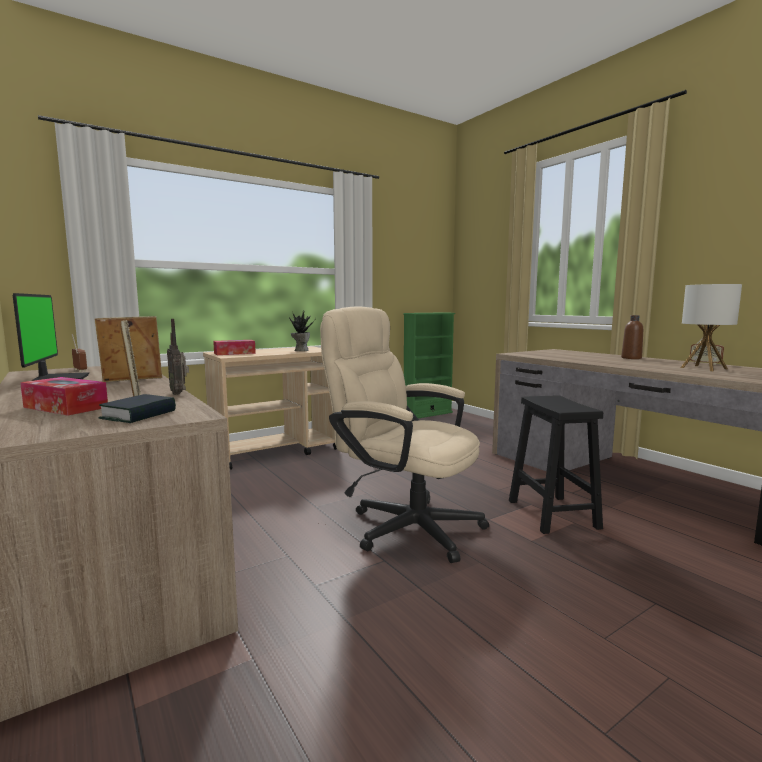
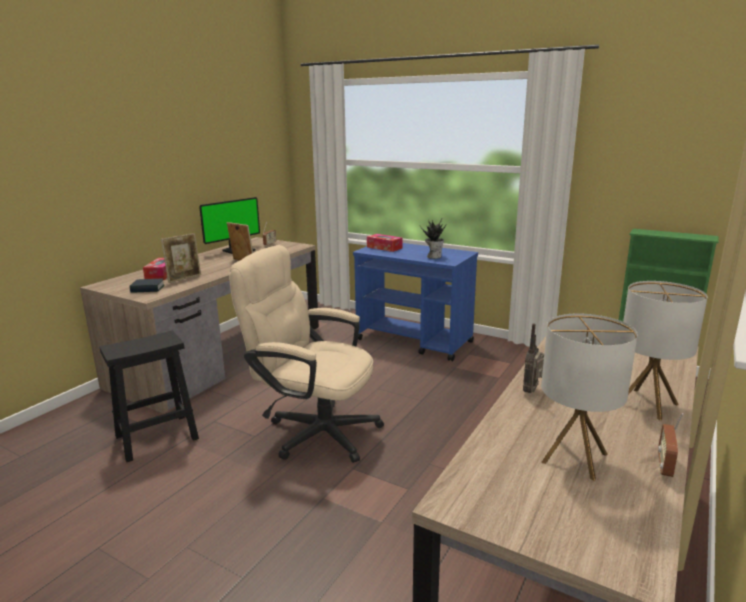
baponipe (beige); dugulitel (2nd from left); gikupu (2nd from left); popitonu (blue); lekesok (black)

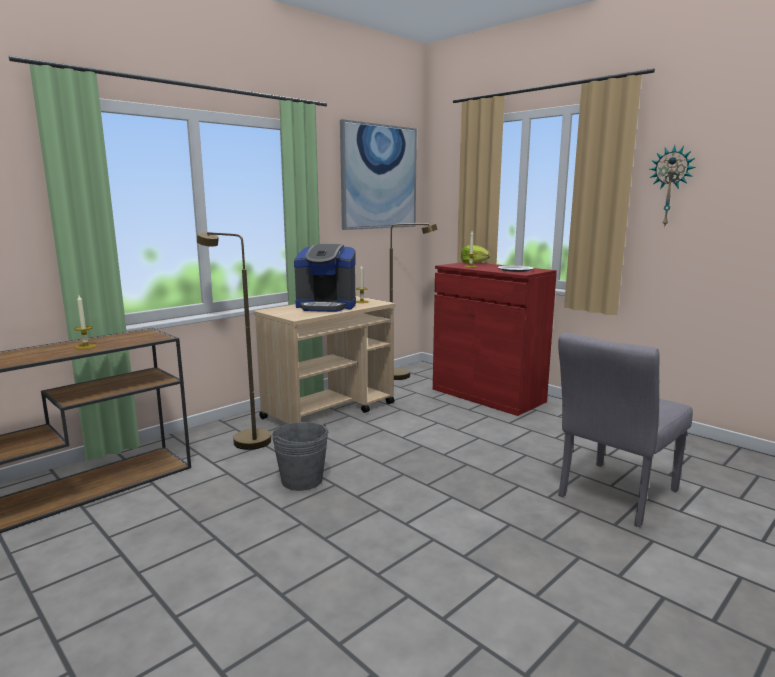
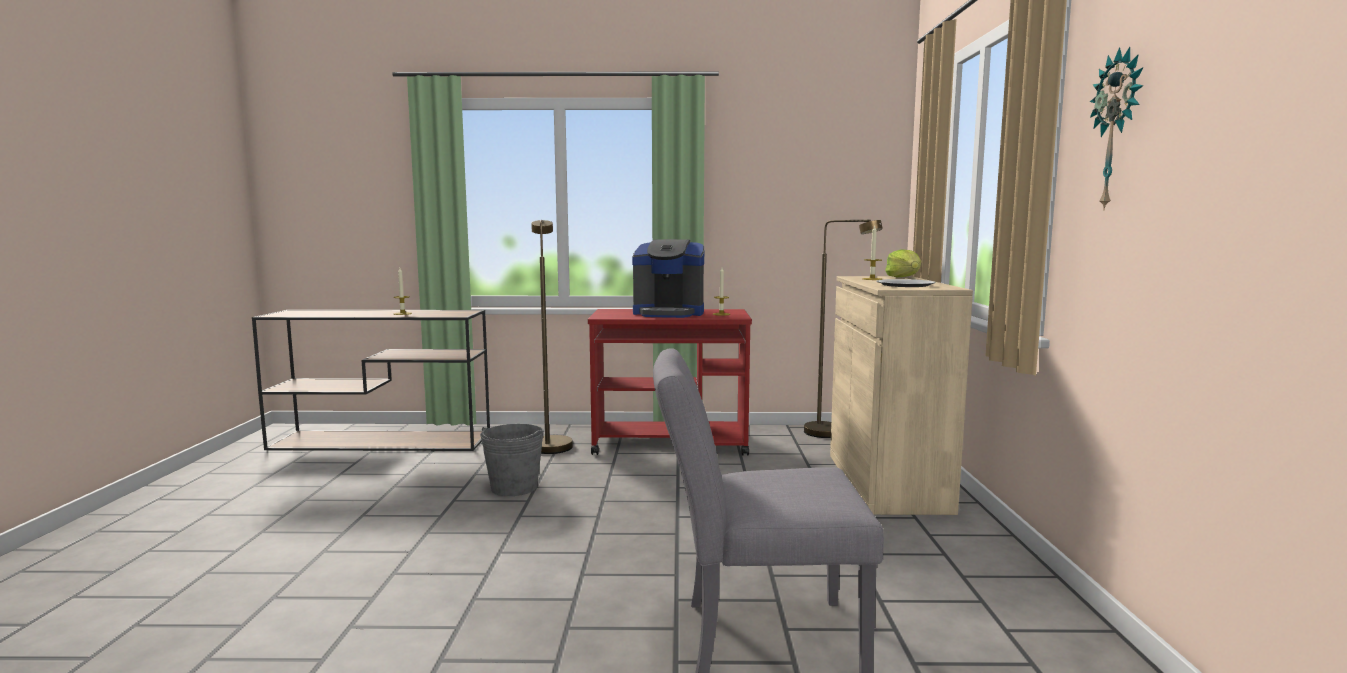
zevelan; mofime; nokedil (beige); popitonu (red)

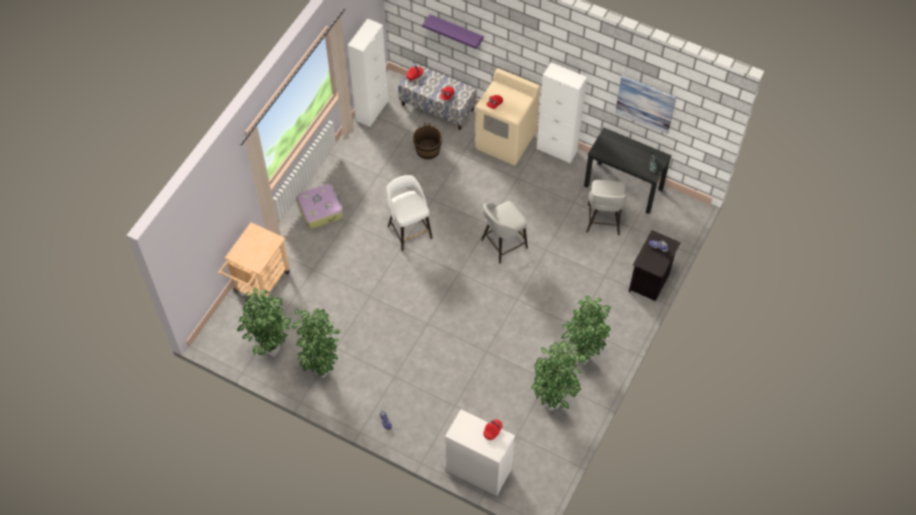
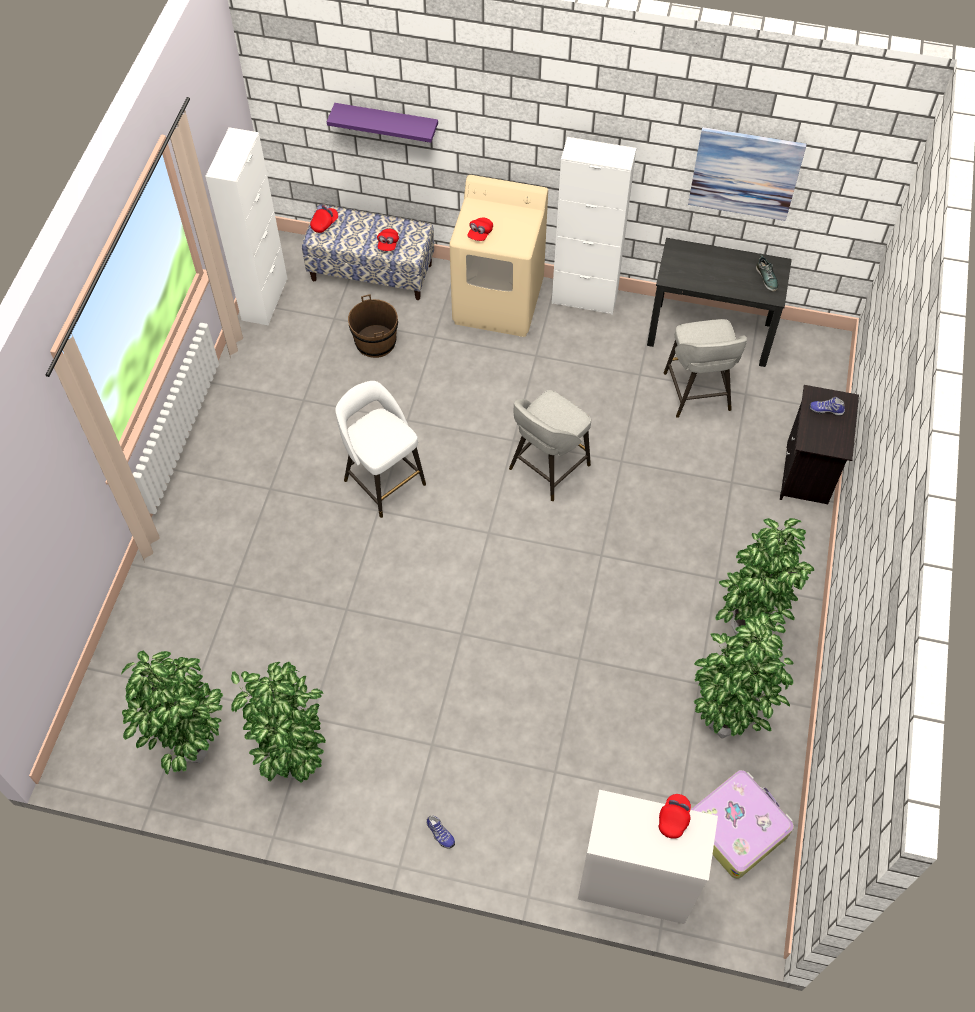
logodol; popitonu (beige)

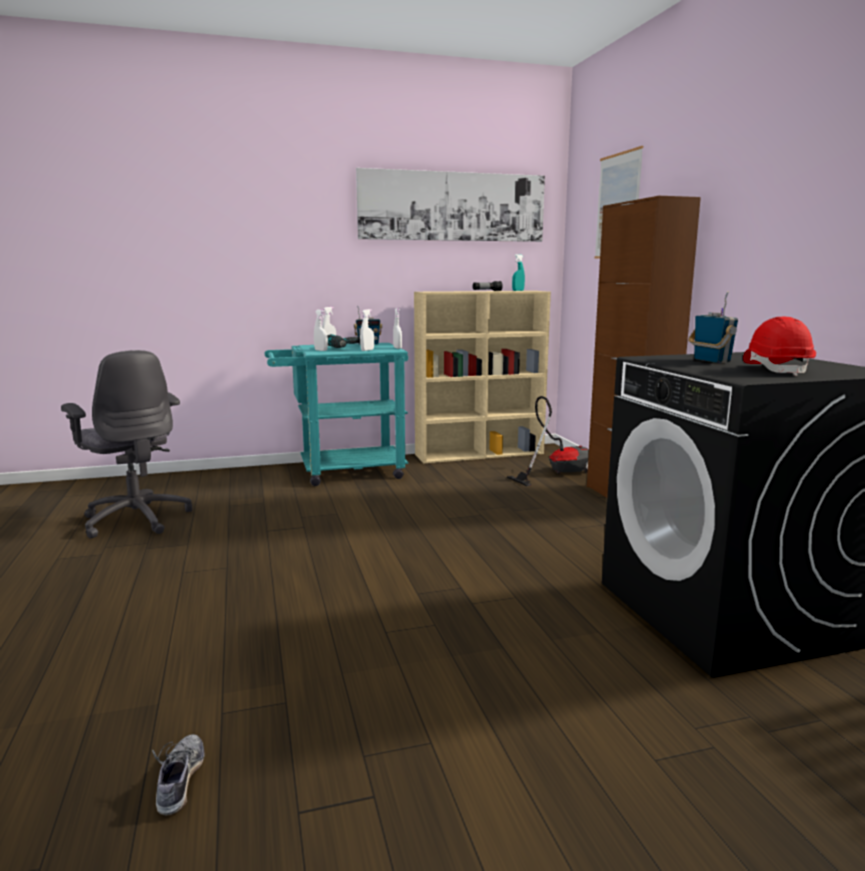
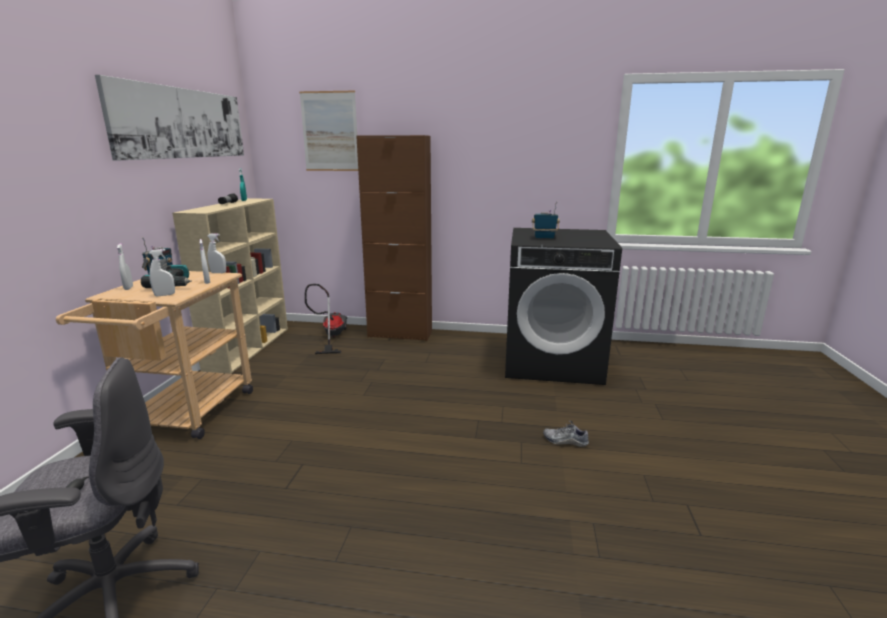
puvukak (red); popitonu (beige); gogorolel

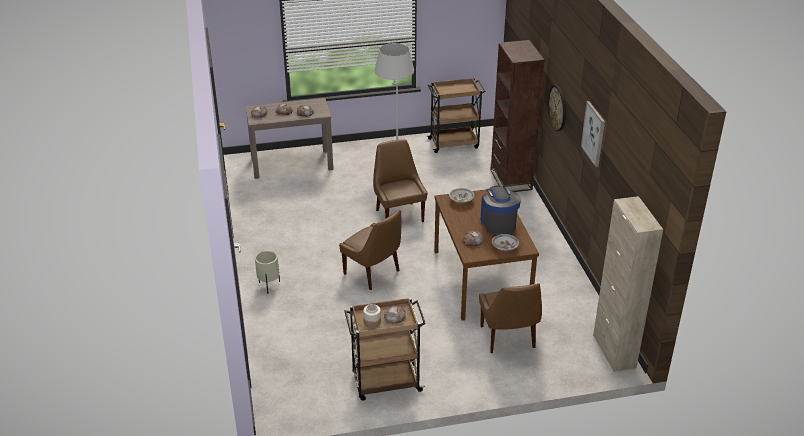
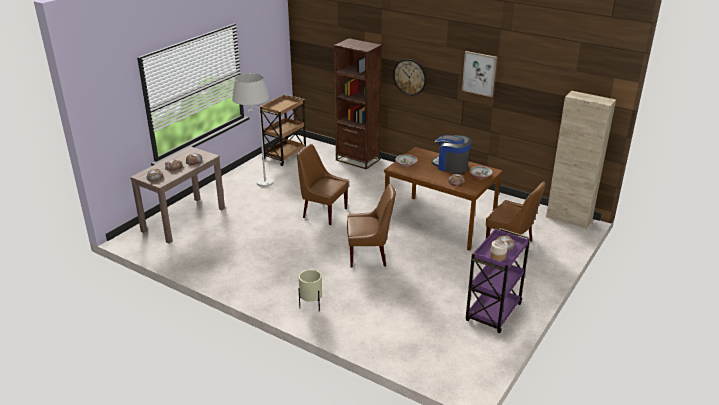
popitonu (purple)

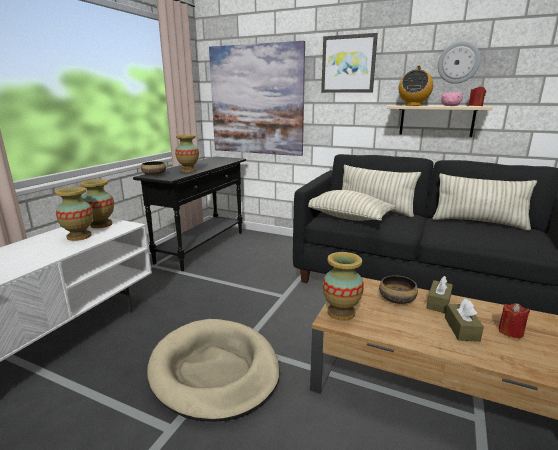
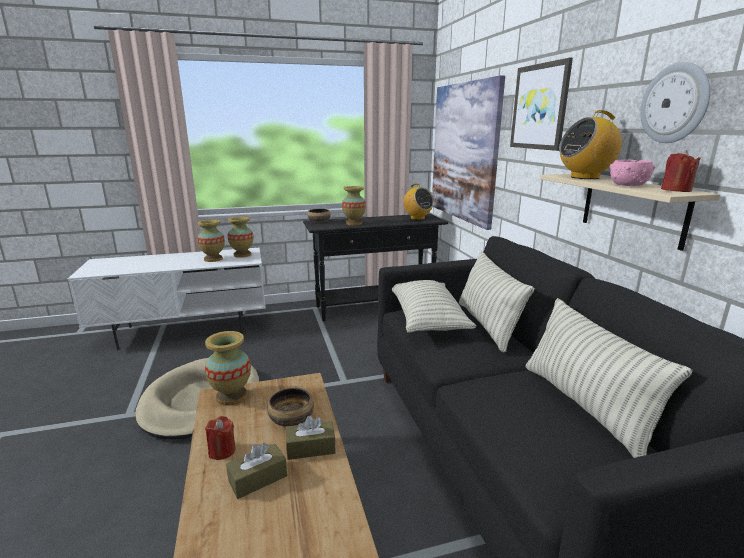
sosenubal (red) (1st from left); gikupu (1st from left)

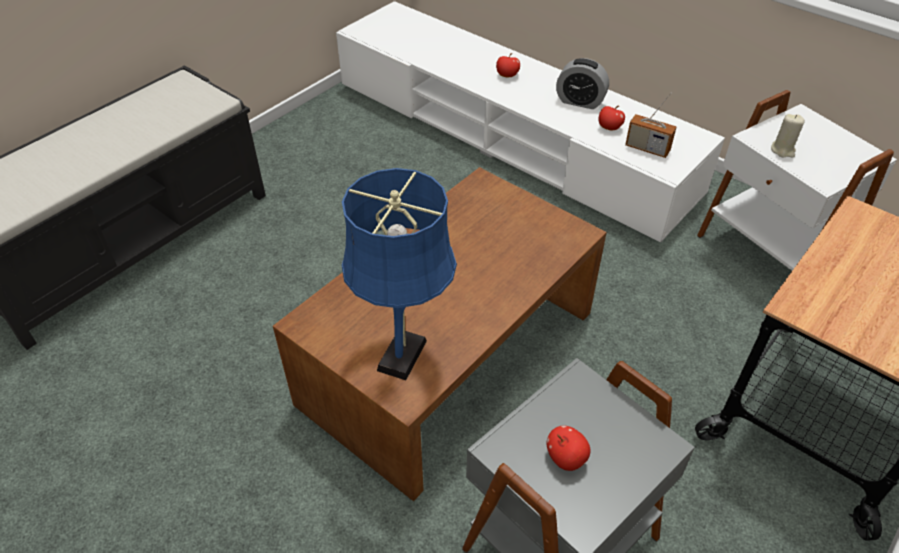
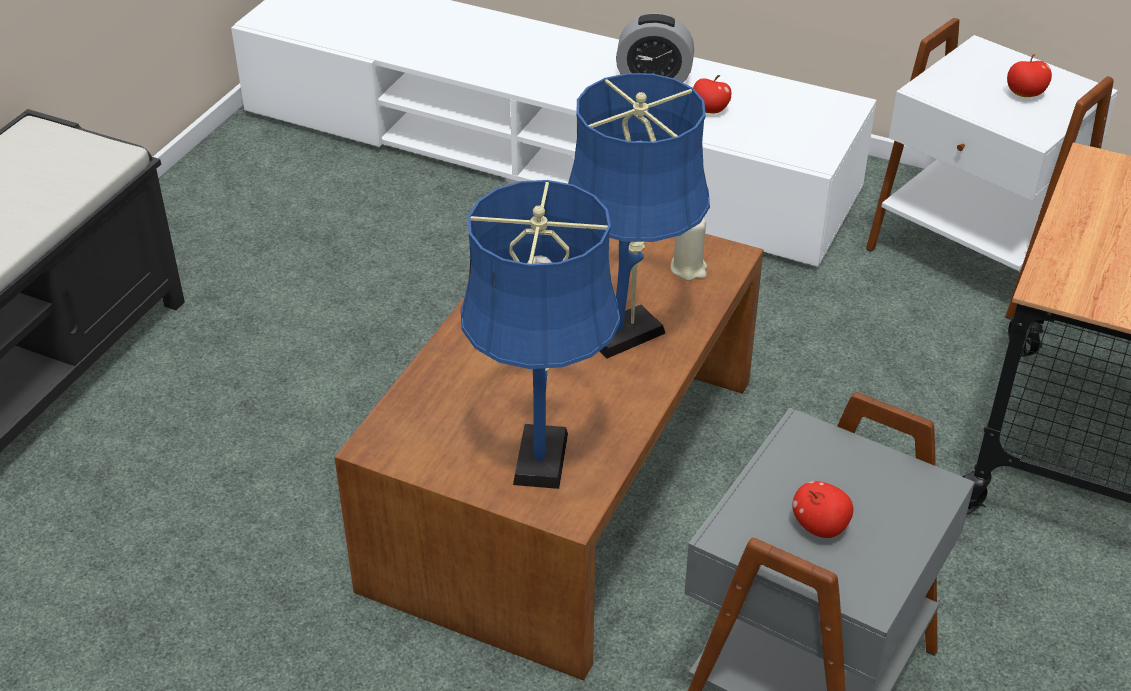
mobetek (3rd from left); gikupu; sosenubal (beige); dugulitel (blue) (2nd from left)

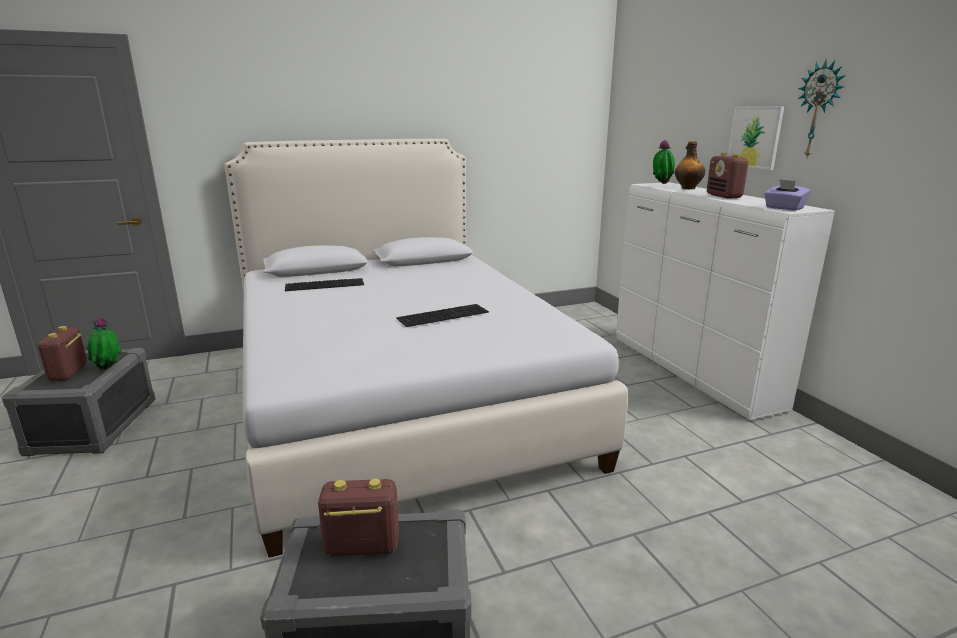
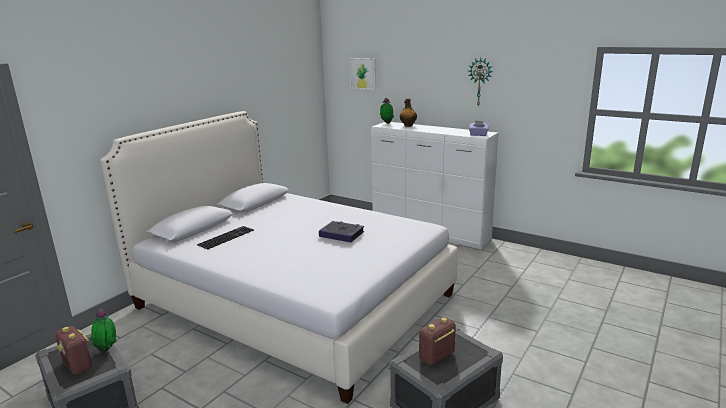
zevelan; gikupu (3rd from left in the first image); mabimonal

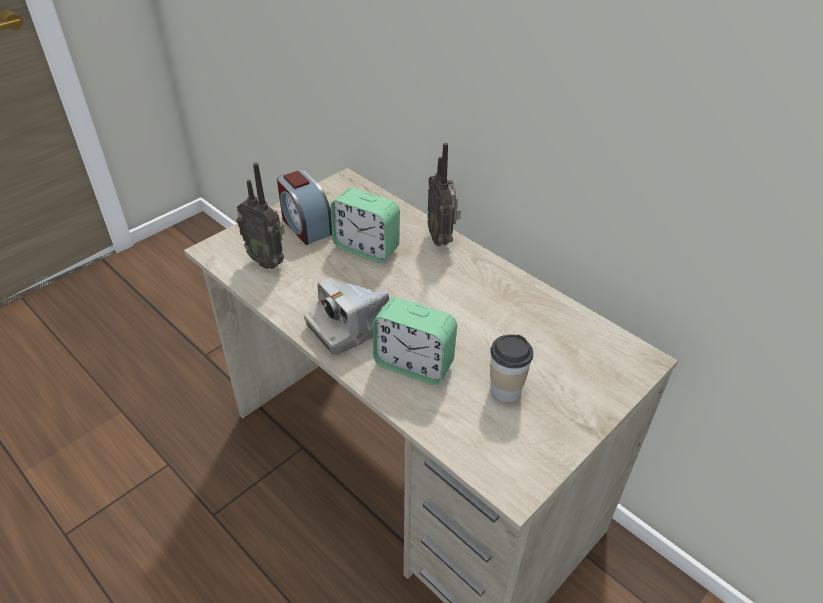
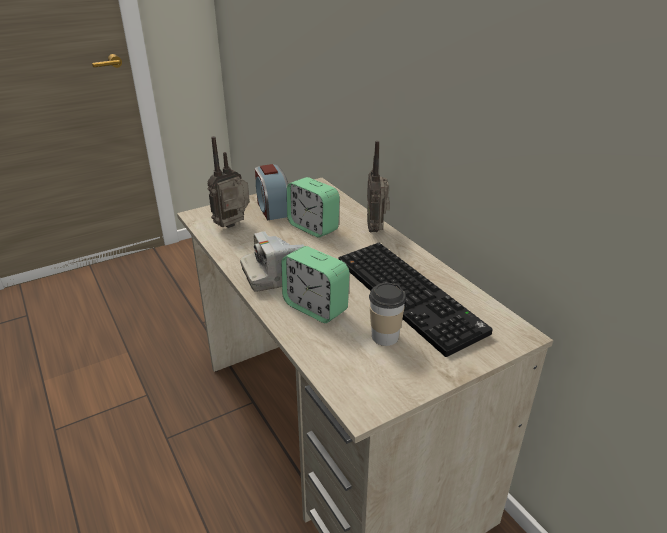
gikupu (1st from left); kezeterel

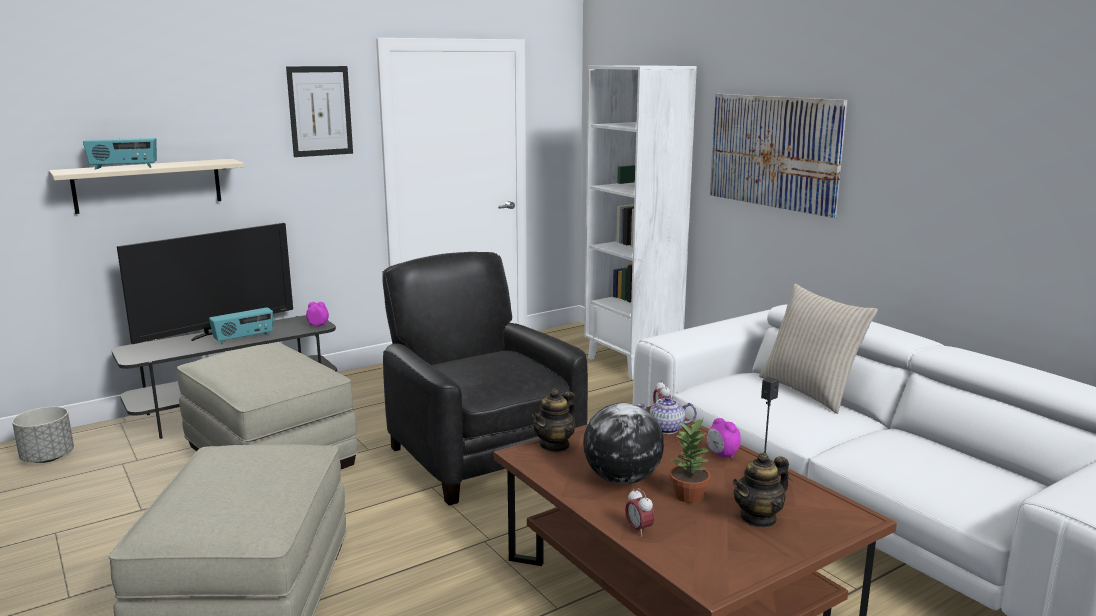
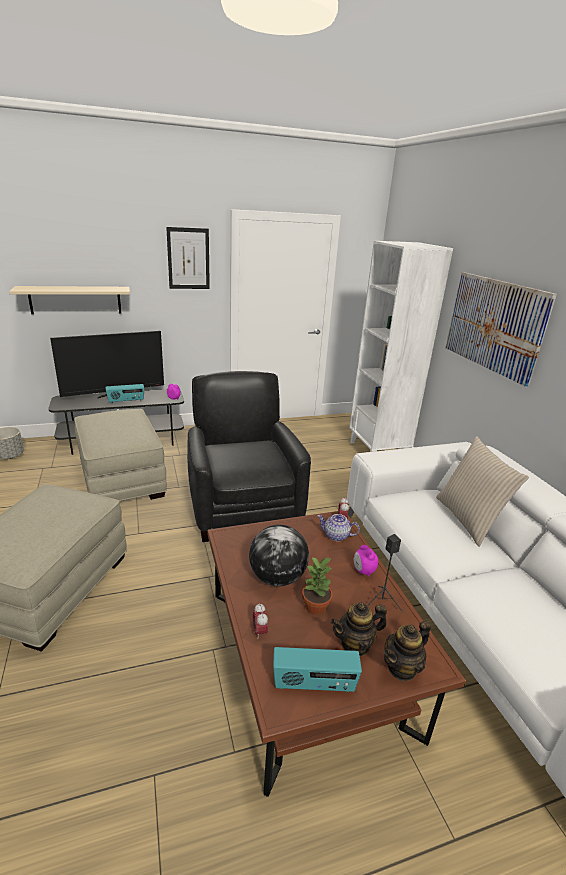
gikupu (2nd from left); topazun (3rd from left)

